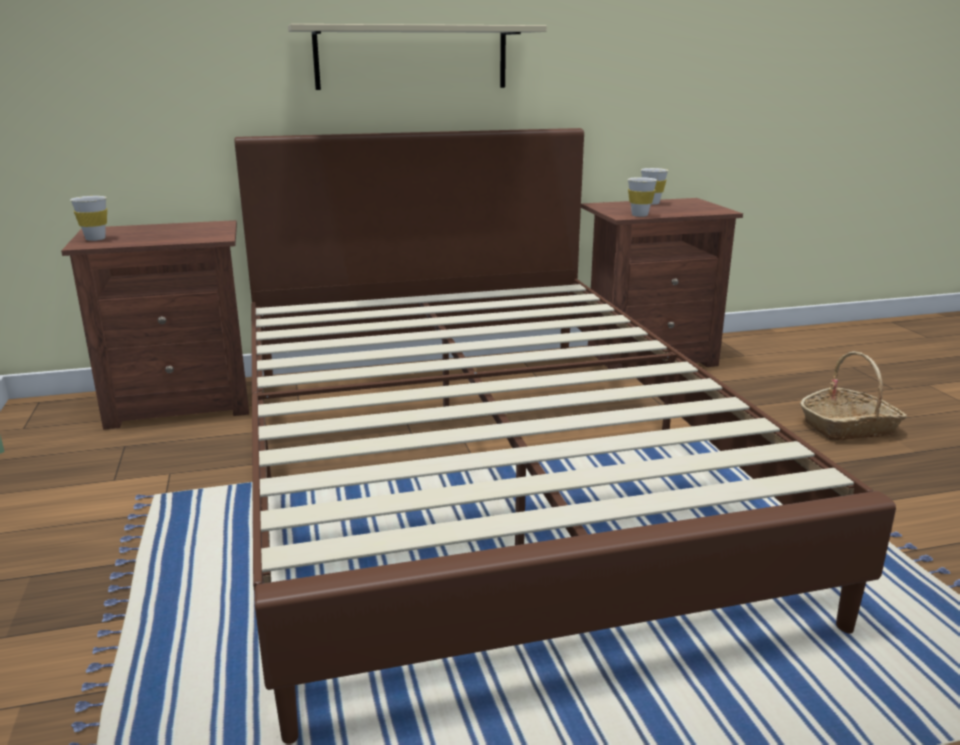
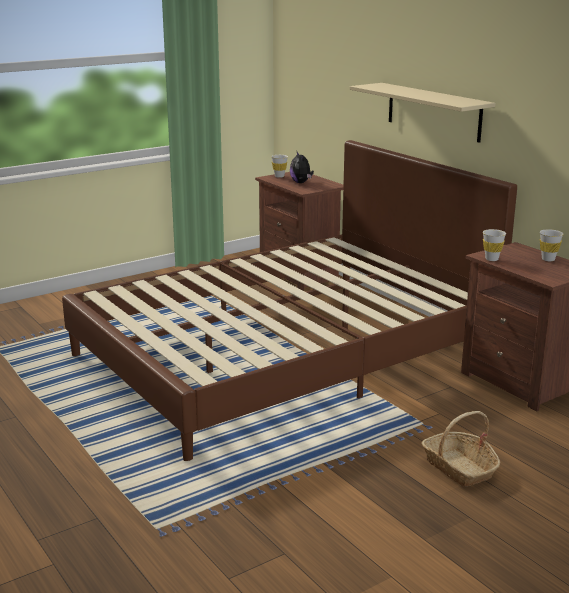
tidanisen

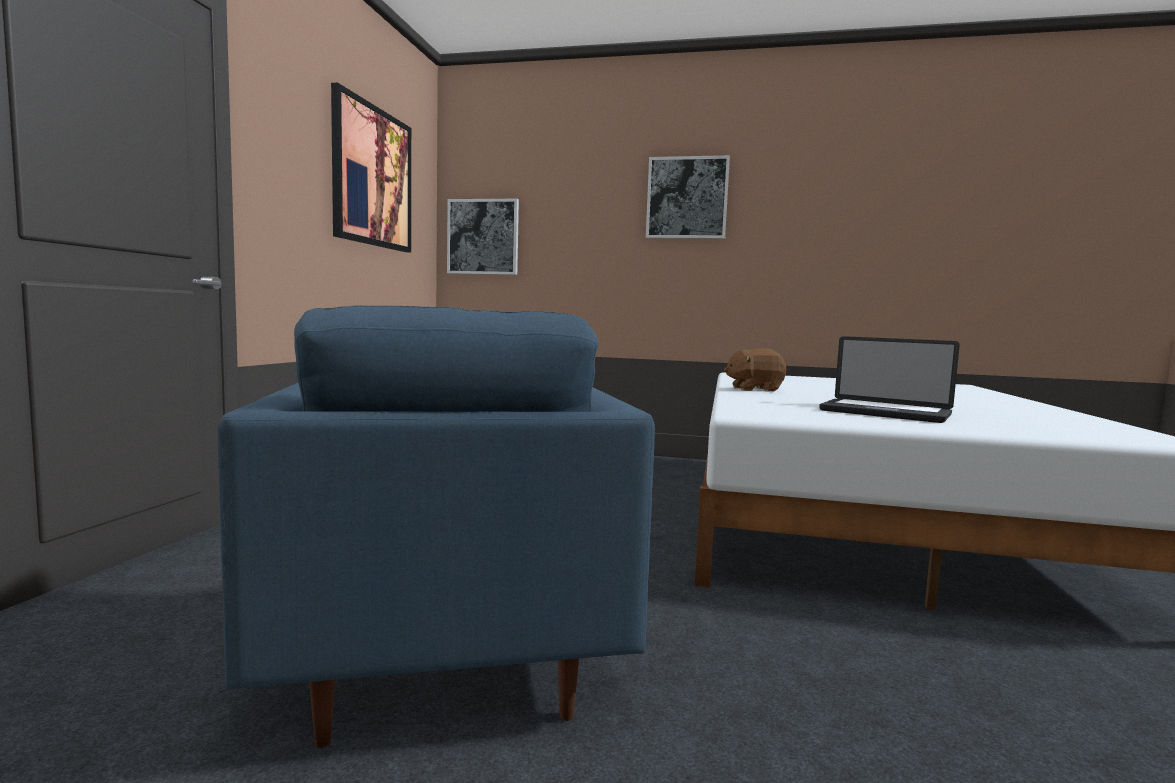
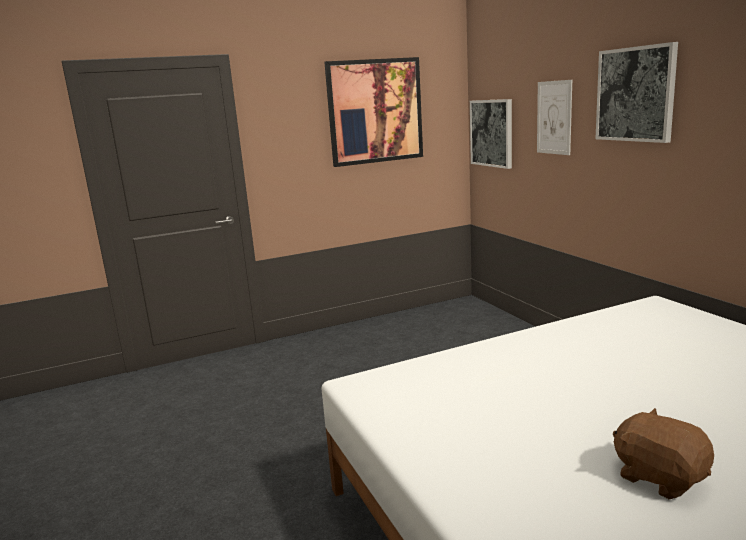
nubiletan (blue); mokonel; tidanisen (brown); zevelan (3rd from left)

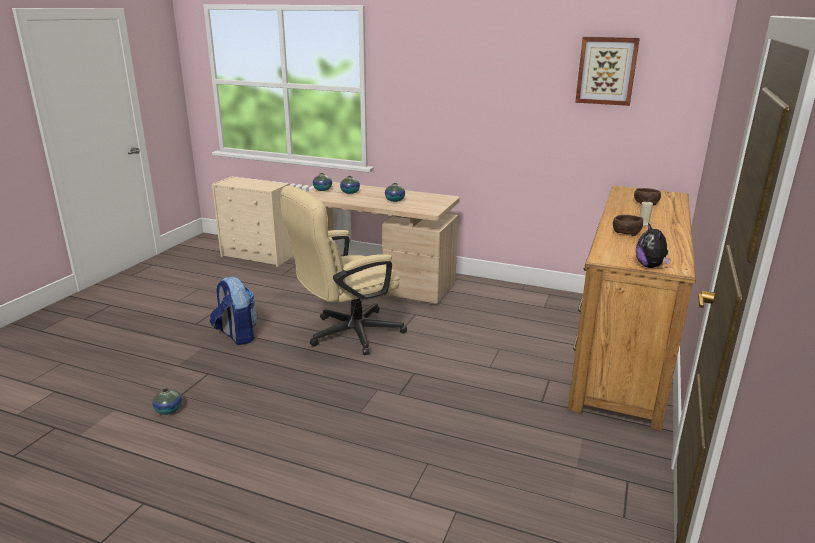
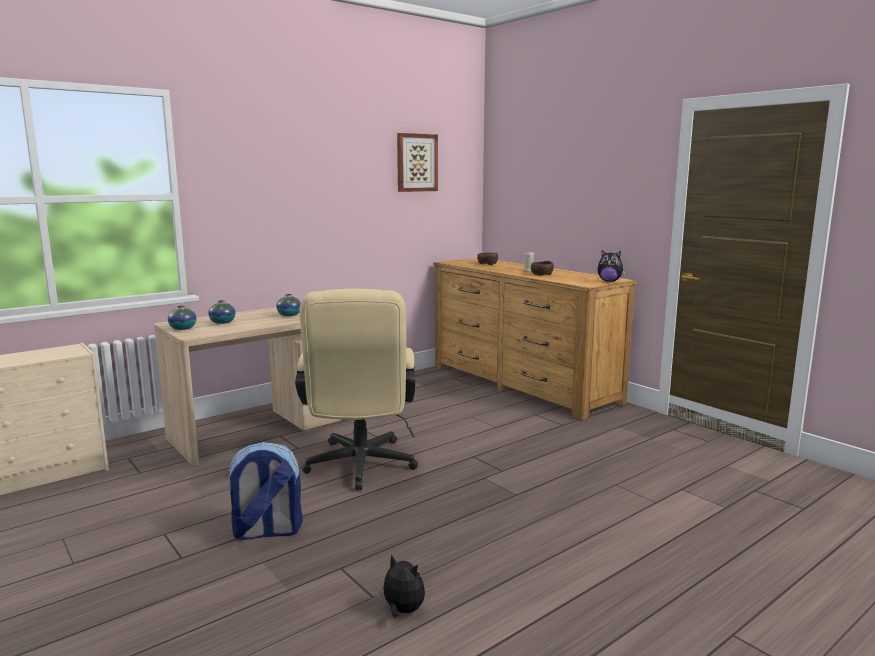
tidanisen (1st from left)

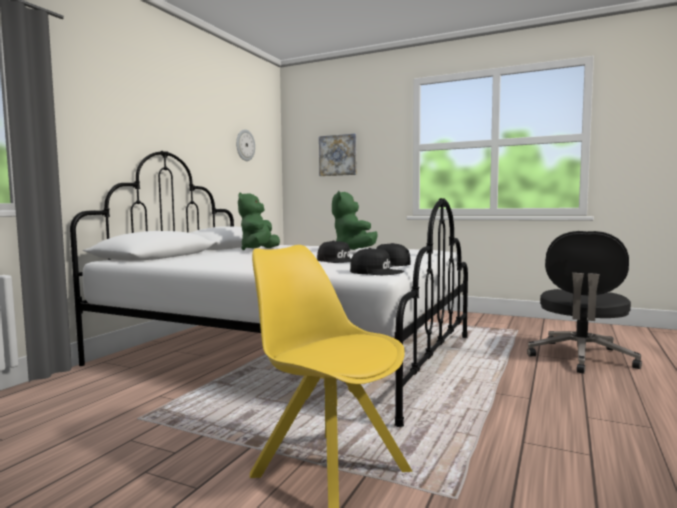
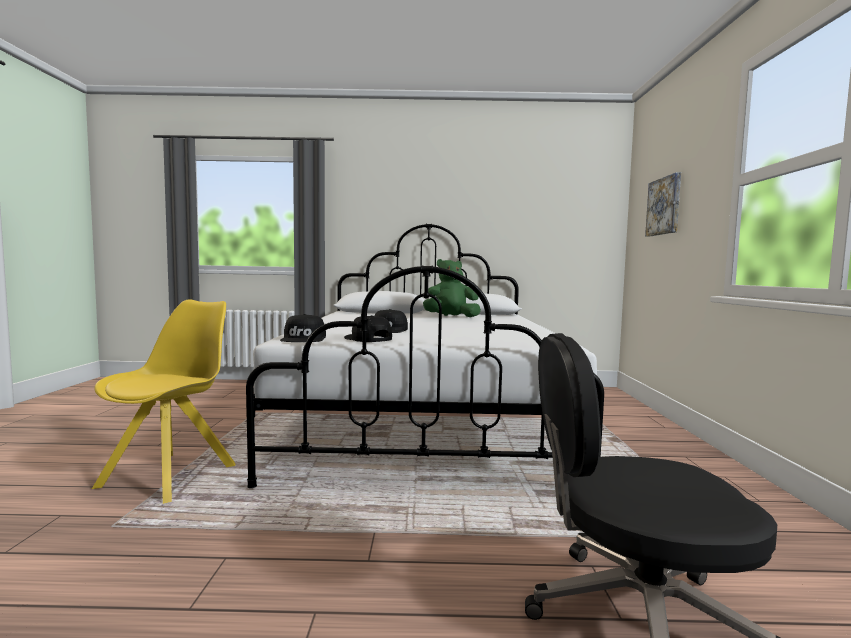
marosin; tidanisen (green) (2nd from left in the first image)

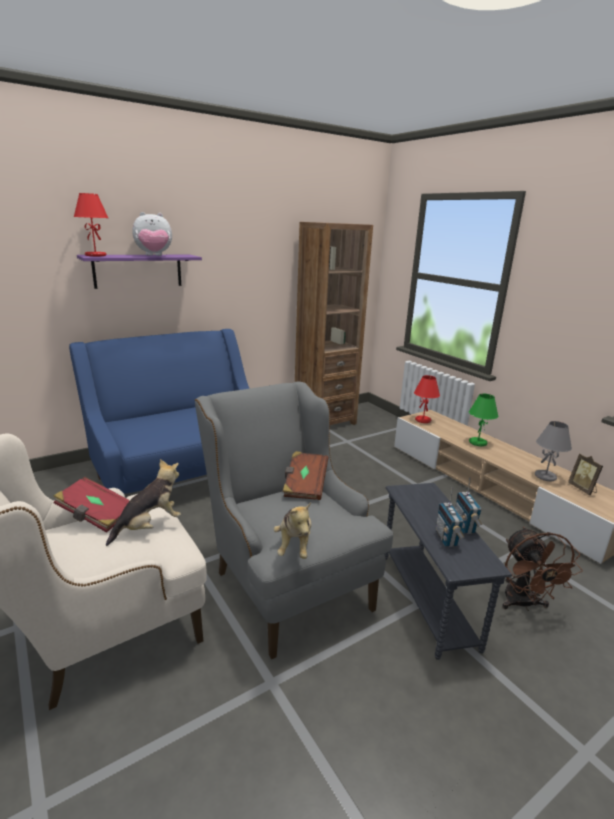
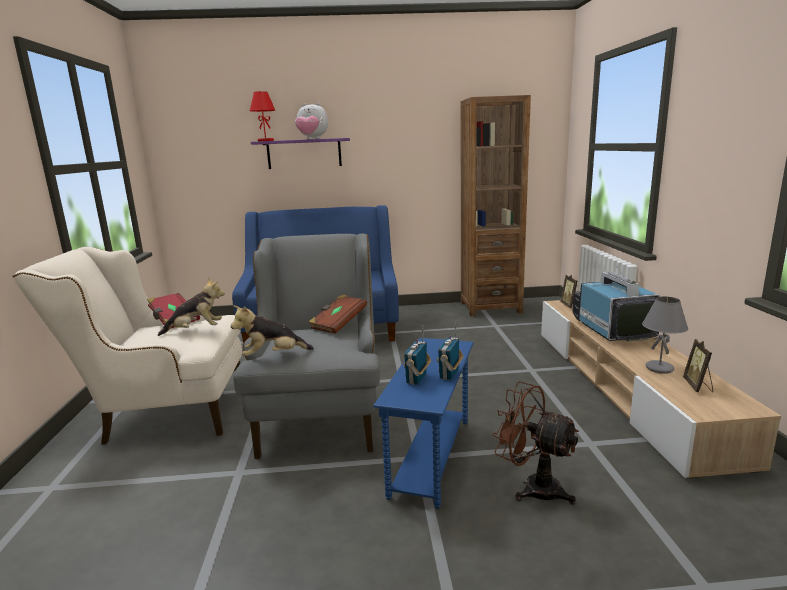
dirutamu (1st from left); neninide; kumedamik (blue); tidanisen (2nd from left); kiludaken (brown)

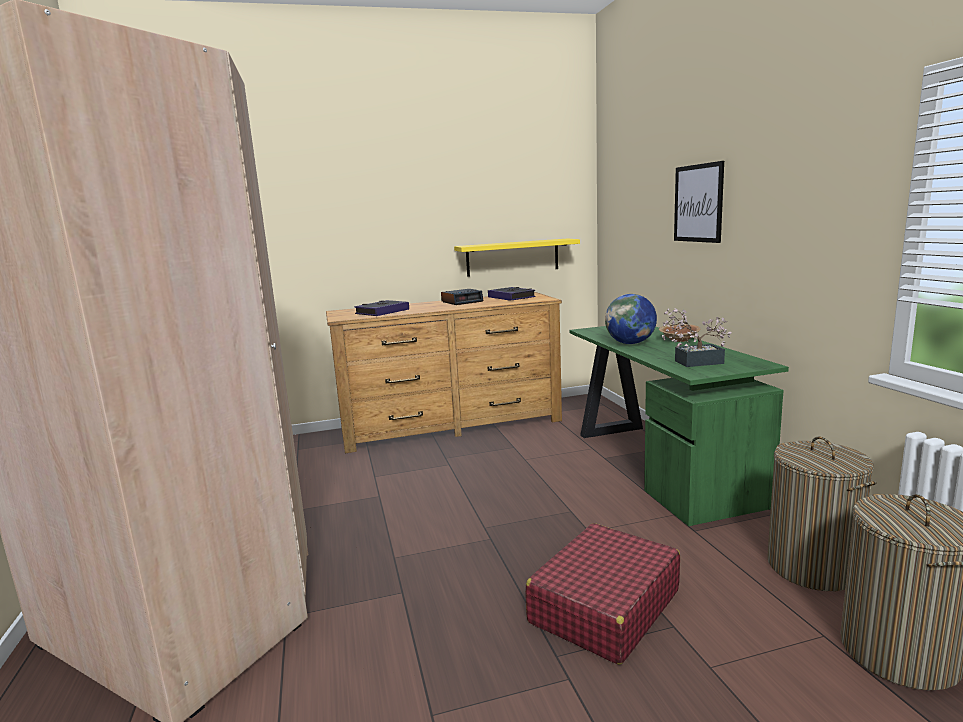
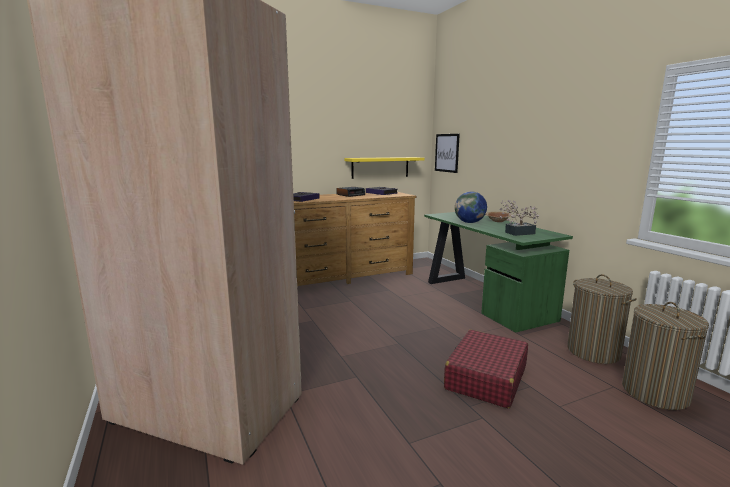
zevelan

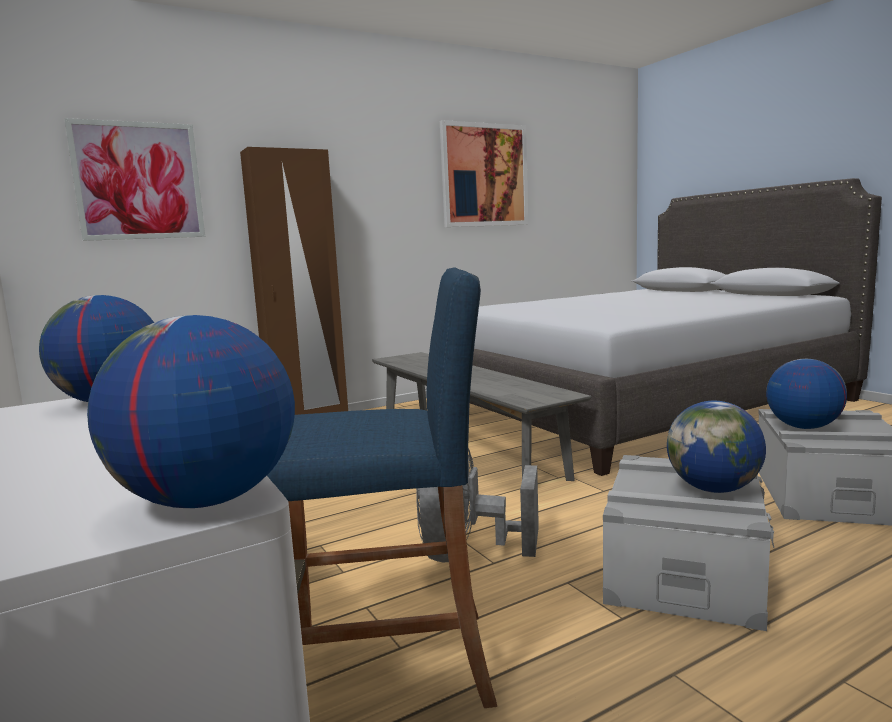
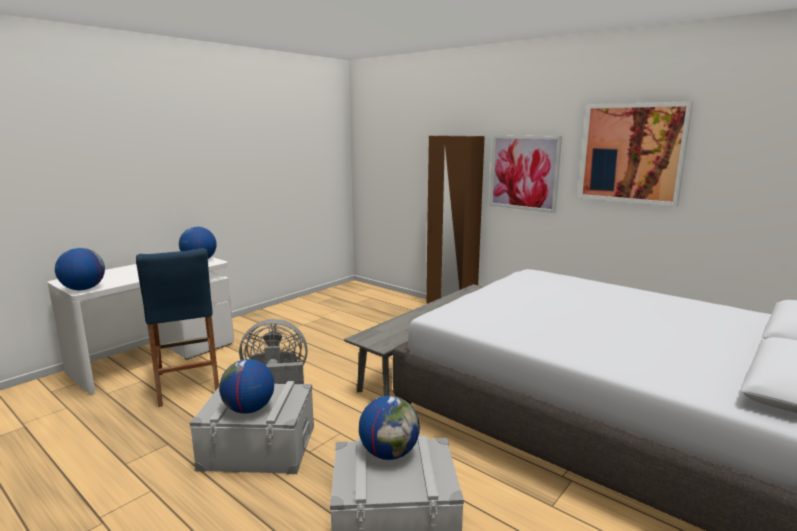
zevelan (1st from left)

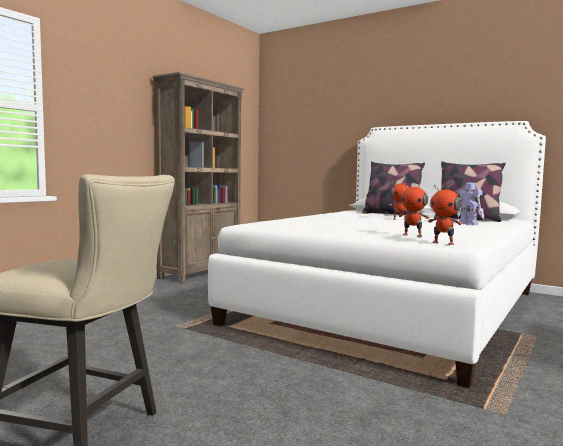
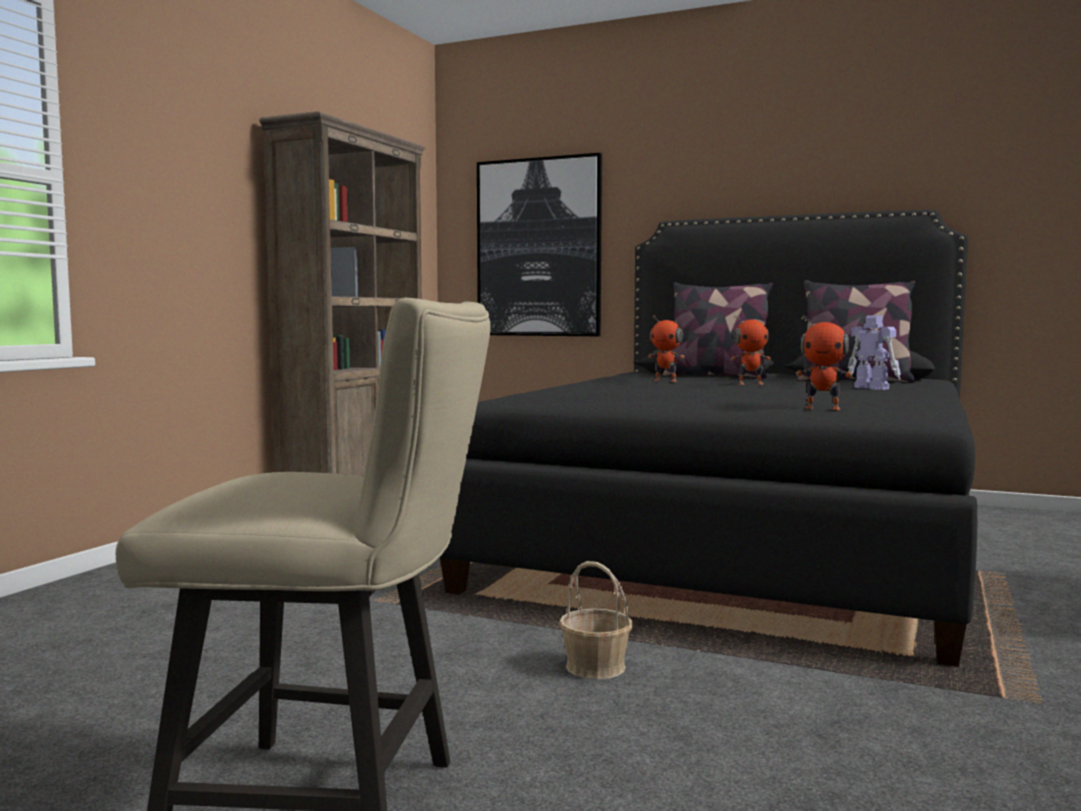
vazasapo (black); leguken (1st from left); zevelan; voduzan

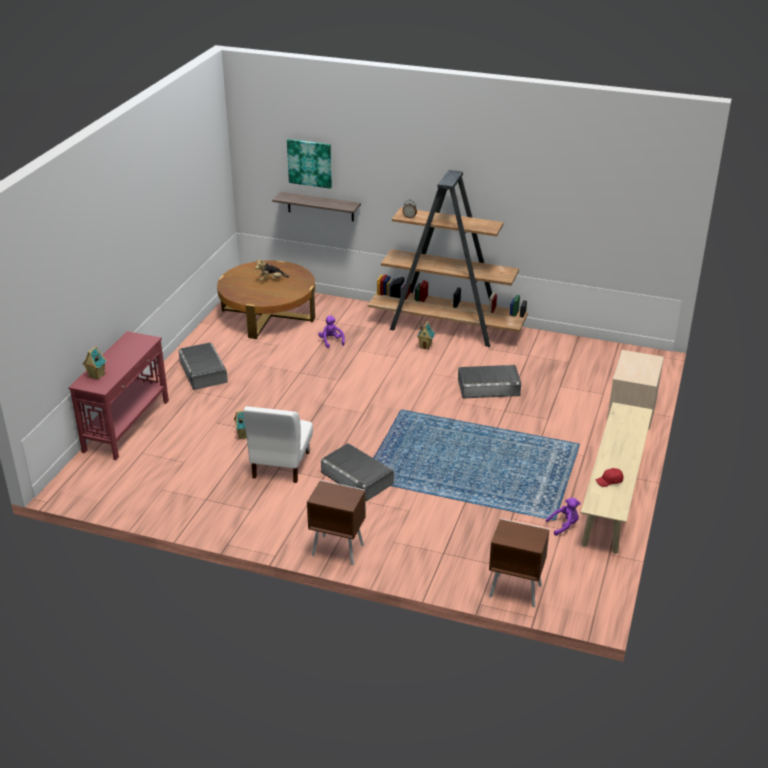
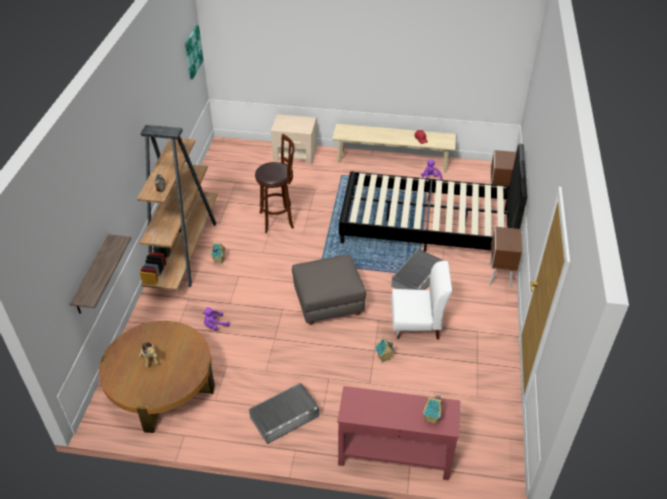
zevelan; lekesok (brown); vazasapo (black); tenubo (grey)

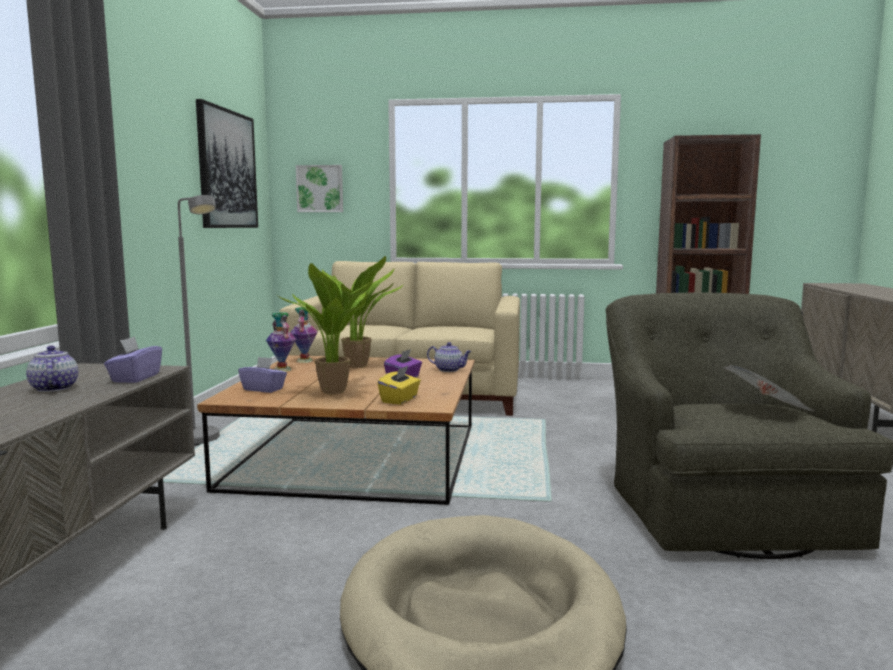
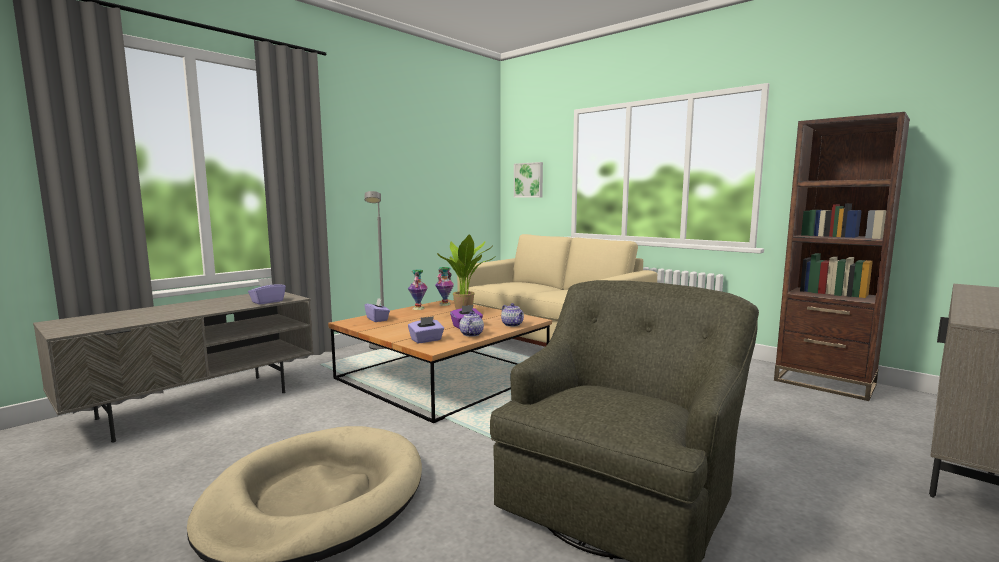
zevelan (1st from left in the first image); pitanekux (1st from left in the first image); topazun (1st from left); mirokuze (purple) (3rd from left); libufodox

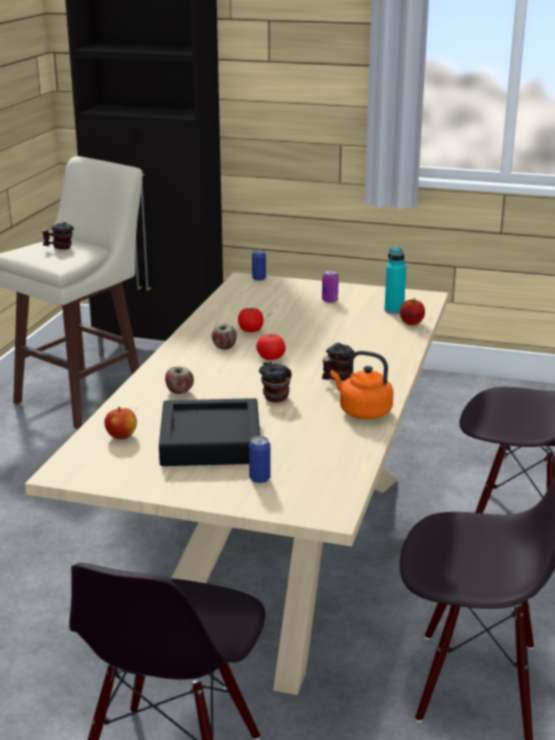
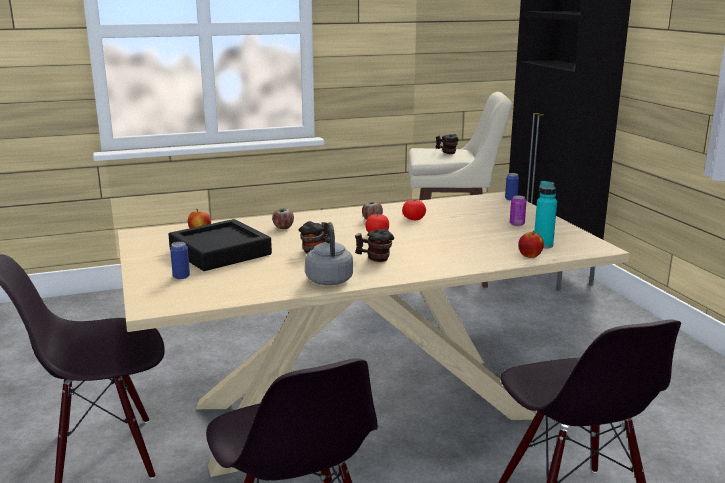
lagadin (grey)

